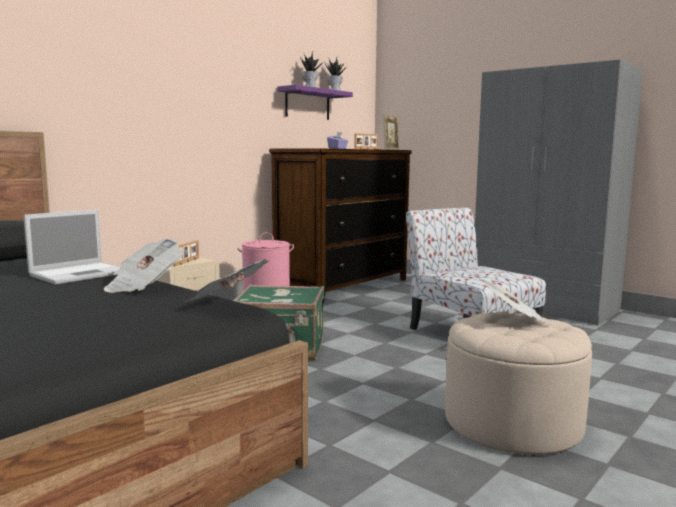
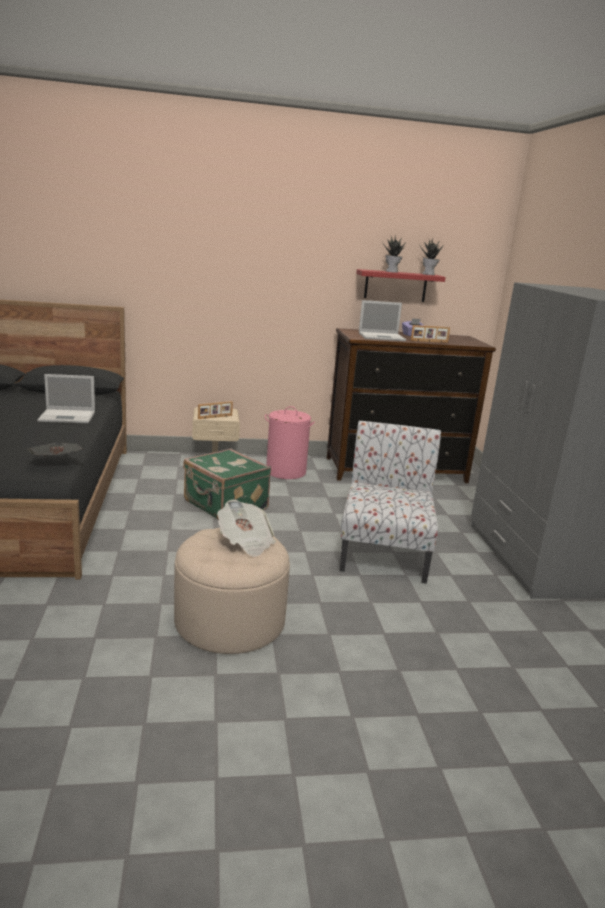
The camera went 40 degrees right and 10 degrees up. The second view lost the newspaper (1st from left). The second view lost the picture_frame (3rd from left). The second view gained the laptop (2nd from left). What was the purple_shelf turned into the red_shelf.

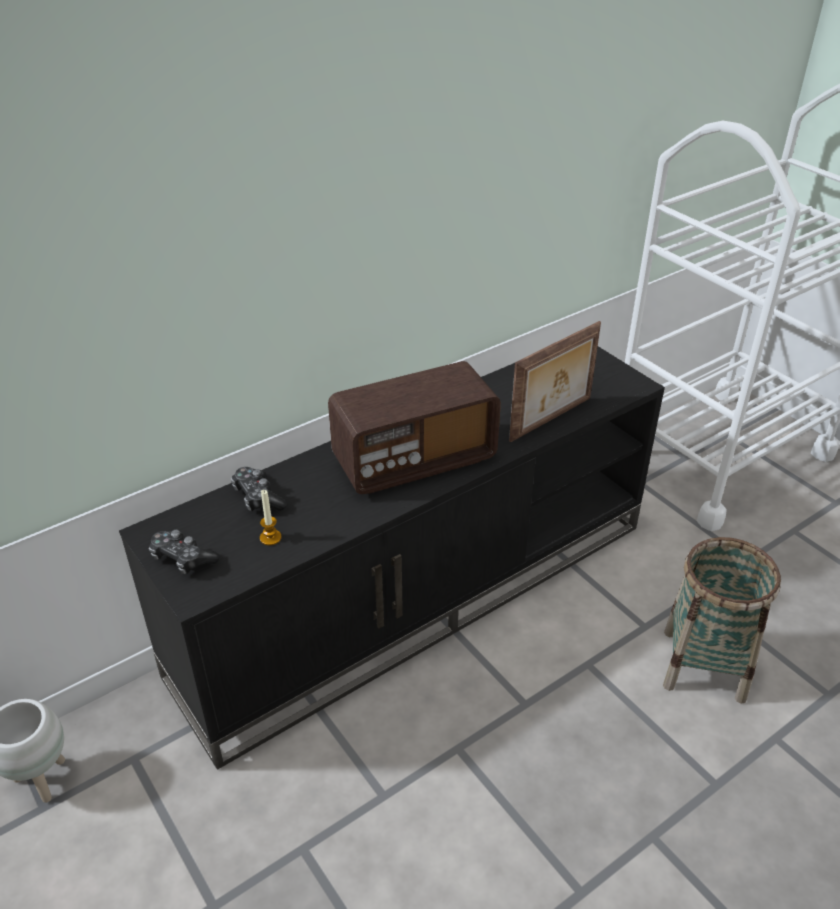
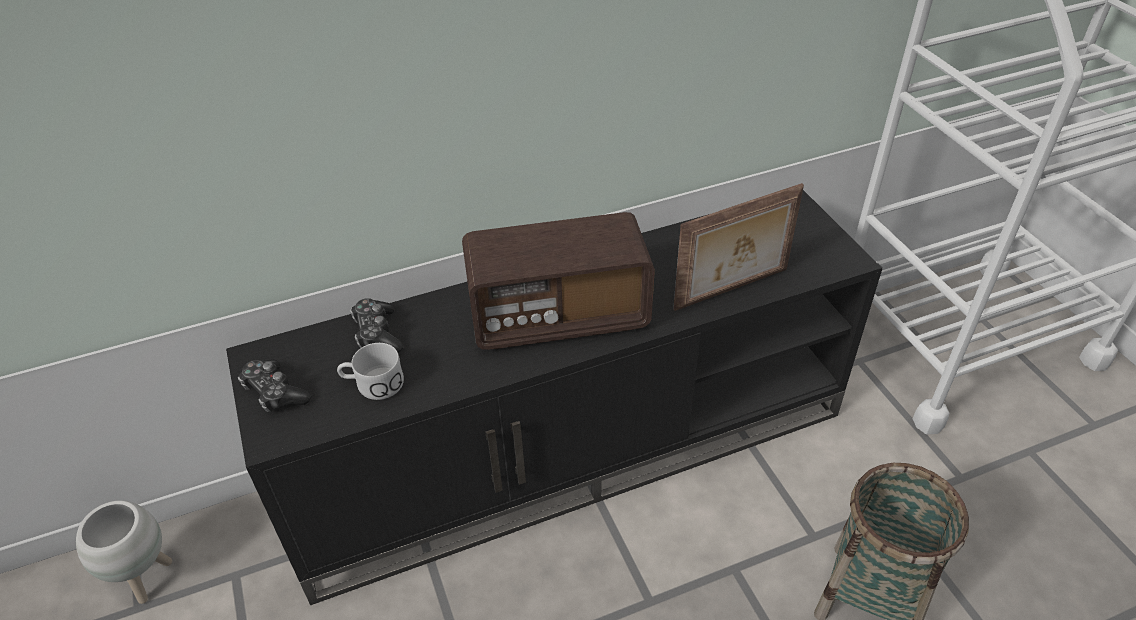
The camera went 15 degrees right and 5 degrees up. Where the candle stood, the white_mug came to stand.

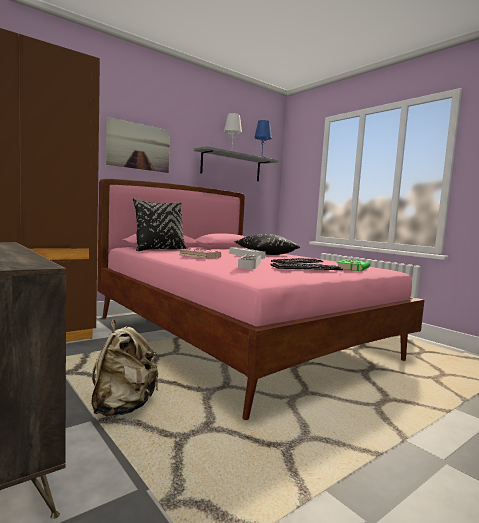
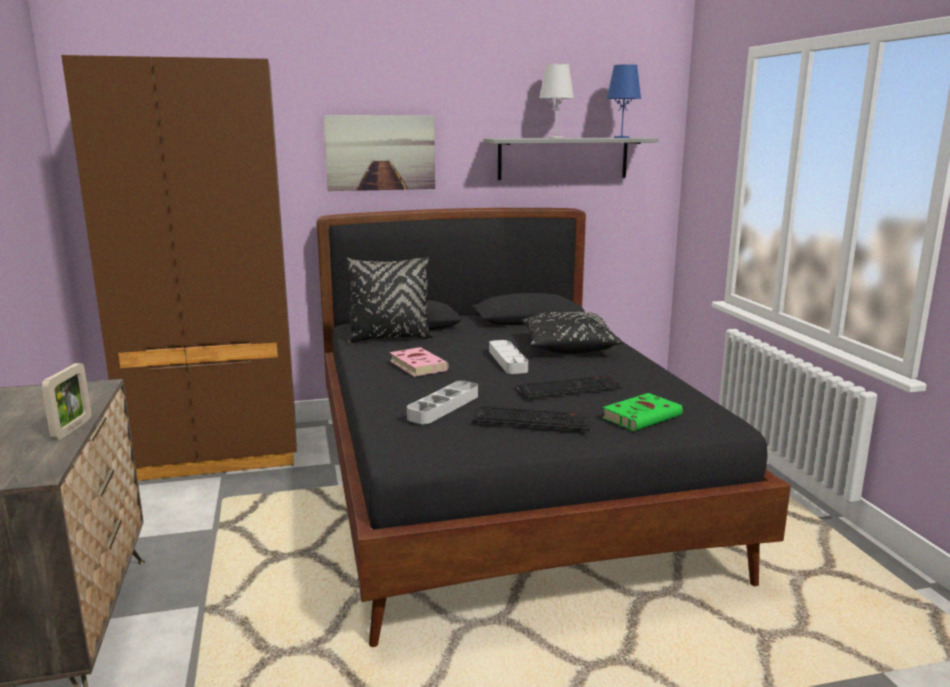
The camera went 25 degrees right and 10 degrees up. The second view lost the beige_backpack. The second view gained the picture_frame. What was the pink_bed turned into the black_bed.

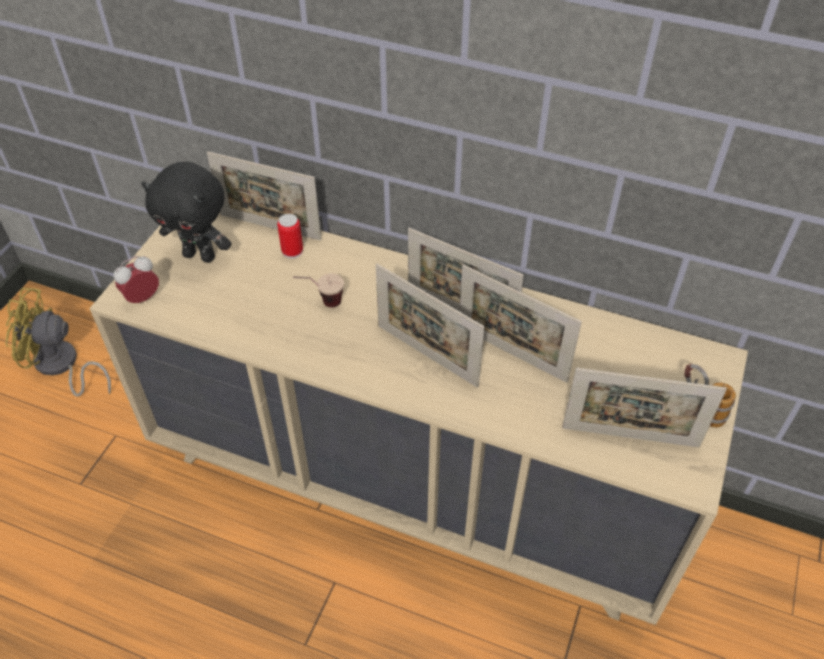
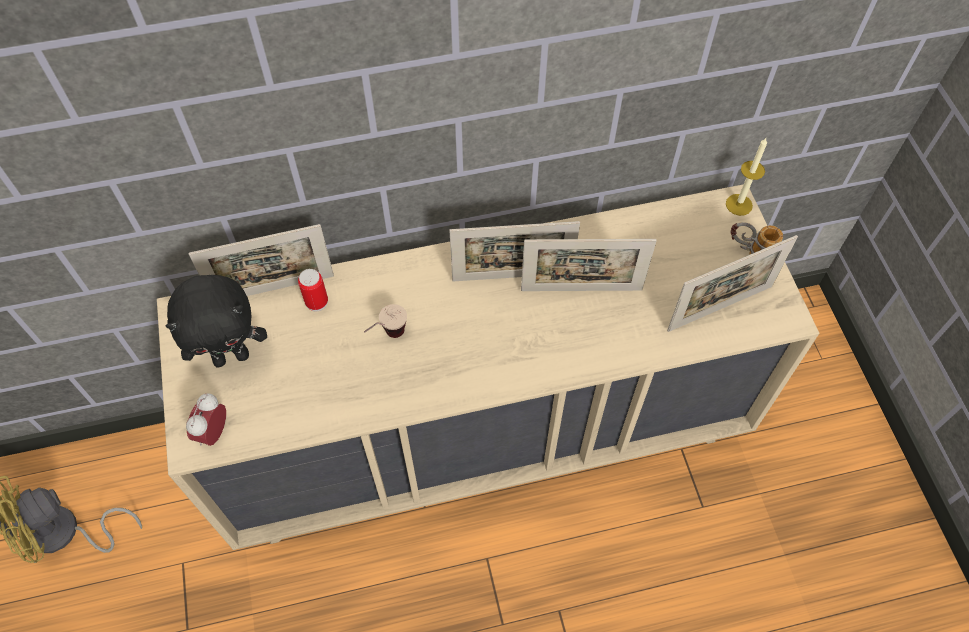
The camera went 35 degrees left and 10 degrees up. The second view lost the picture_frame (2nd from left). The second view gained the candle.

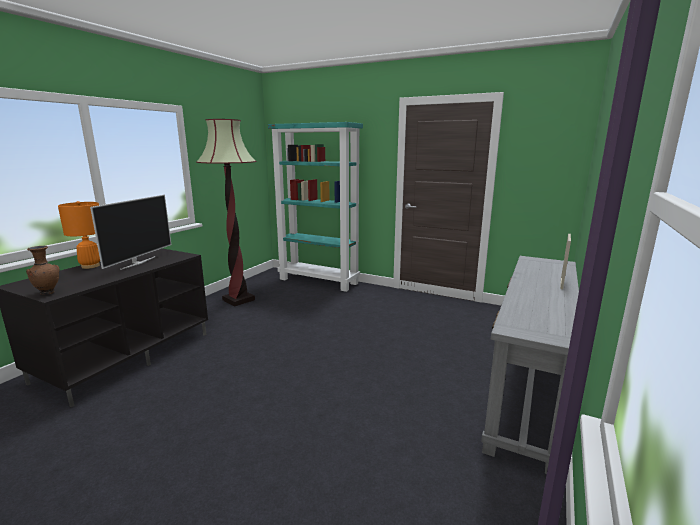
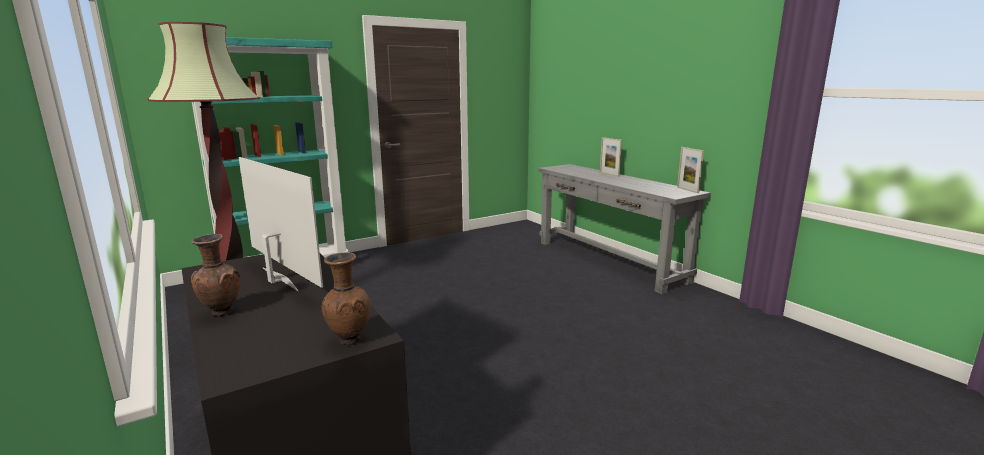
The camera went 60 degrees left and 0 degrees up. The second view gained the picture_frame (2nd from left). Where the orange_table_lamp stood, the brown_vase (1st from left) came to stand.

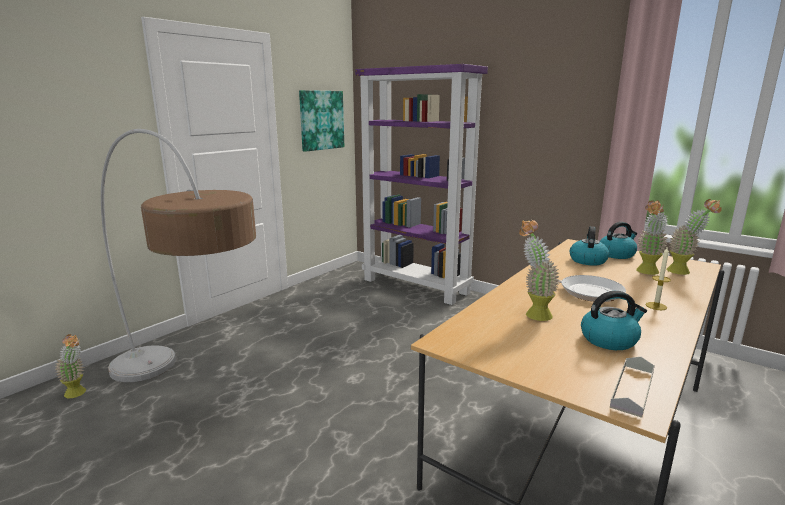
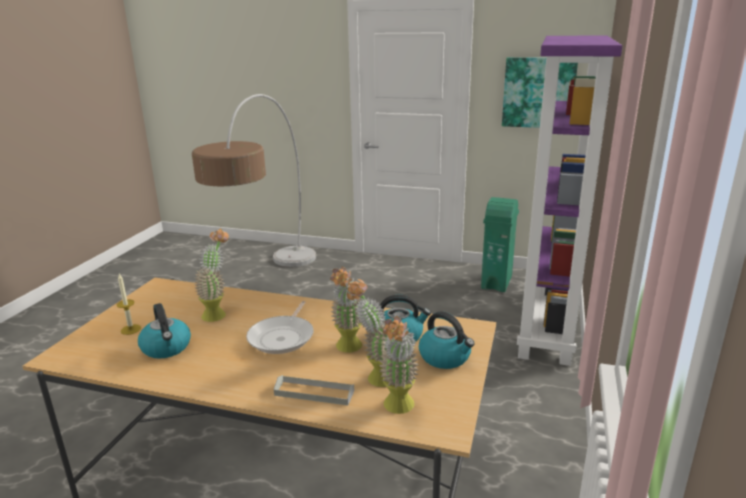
The camera went 70 degrees right and 5 degrees up. The second view gained the green_trash_can. The potted_plant (1st from left in the first image) ended up elsewhere. The grey_tray ended up elsewhere. The candle ended up elsewhere.

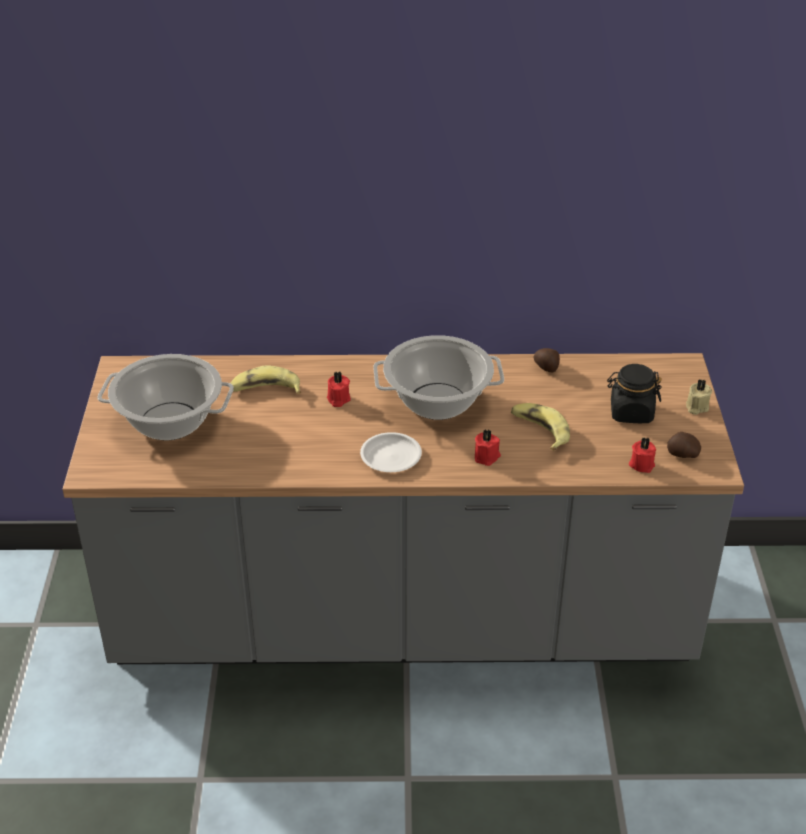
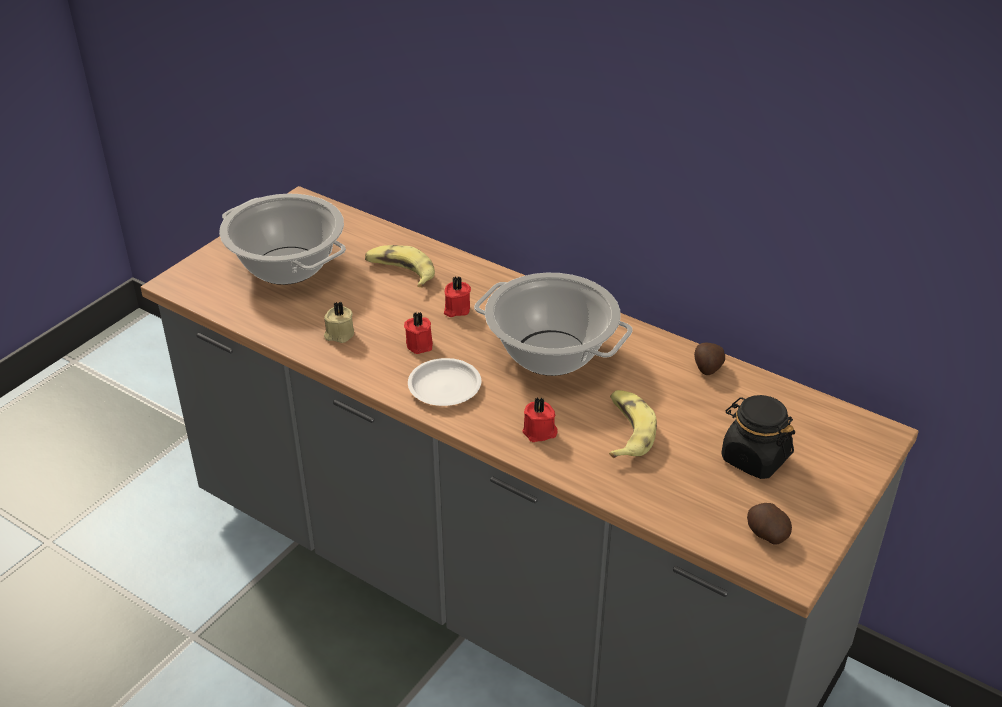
The camera went 35 degrees right and 0 degrees up. The red_candle (3rd from left in the first image) ended up elsewhere. The beige_candle ended up elsewhere.

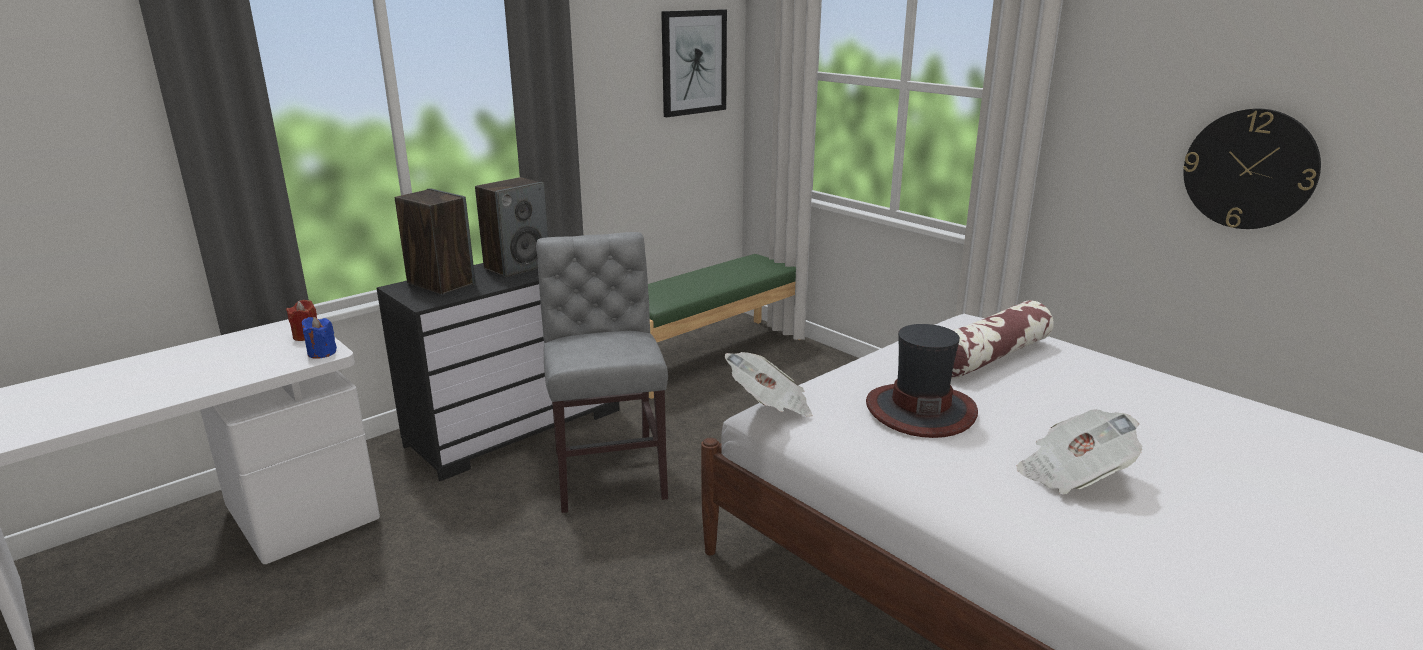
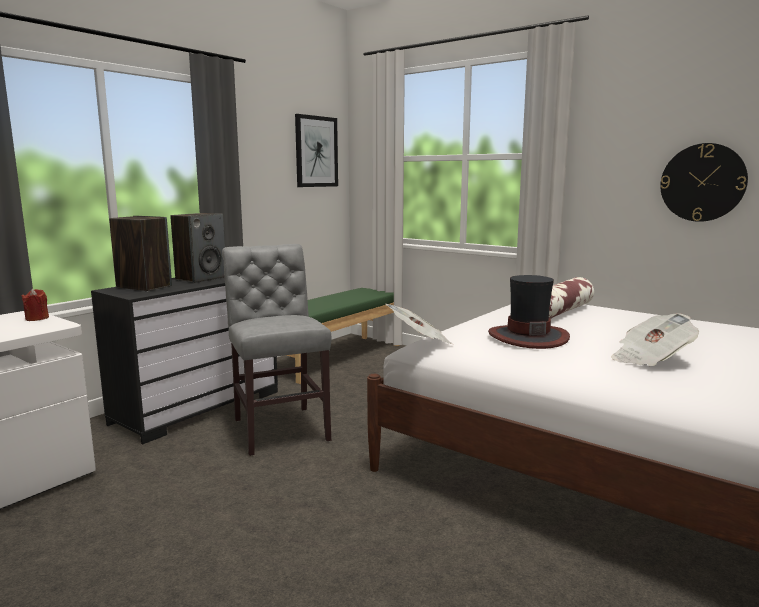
The camera went 10 degrees left and 10 degrees down. The second view lost the blue_candle.

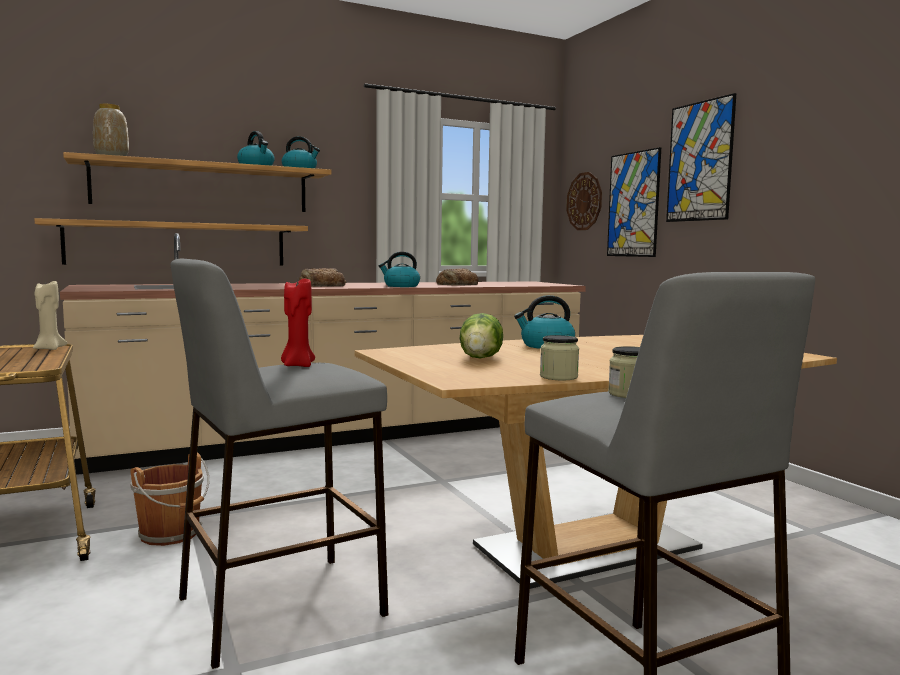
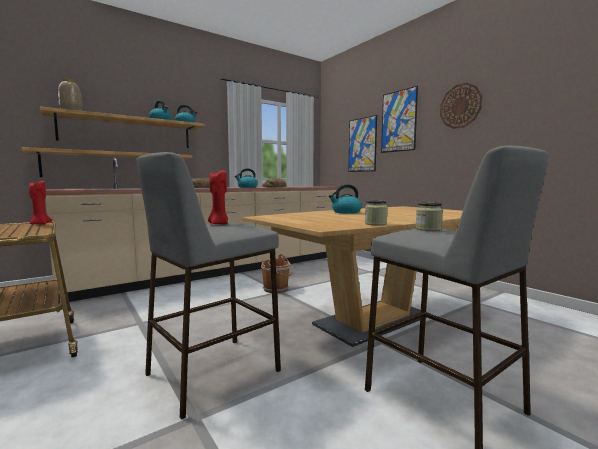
The camera went 10 degrees left and 0 degrees up. The second view lost the lettuce. The brown_bucket ended up elsewhere. The wall_clock ended up elsewhere. What was the beige_candle turned into the red_candle (1st from left).

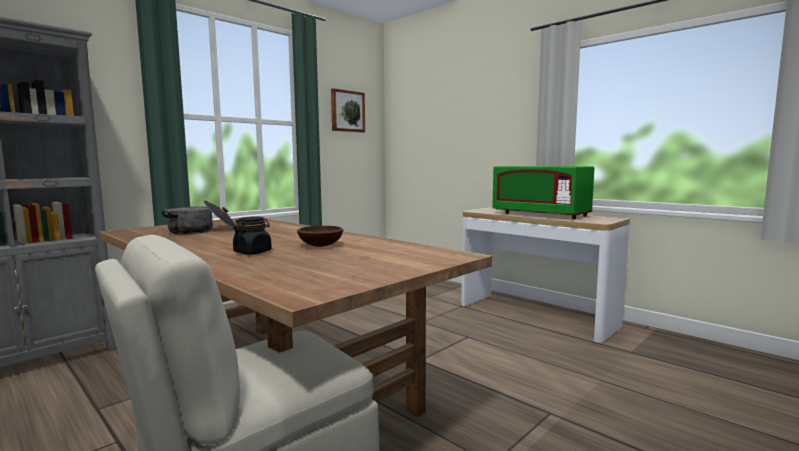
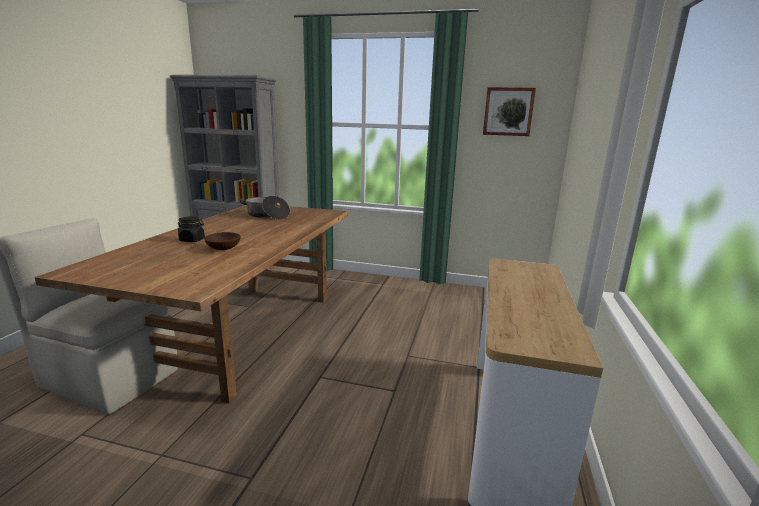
The camera went 60 degrees right and 10 degrees up. The second view lost the green_microwave.

